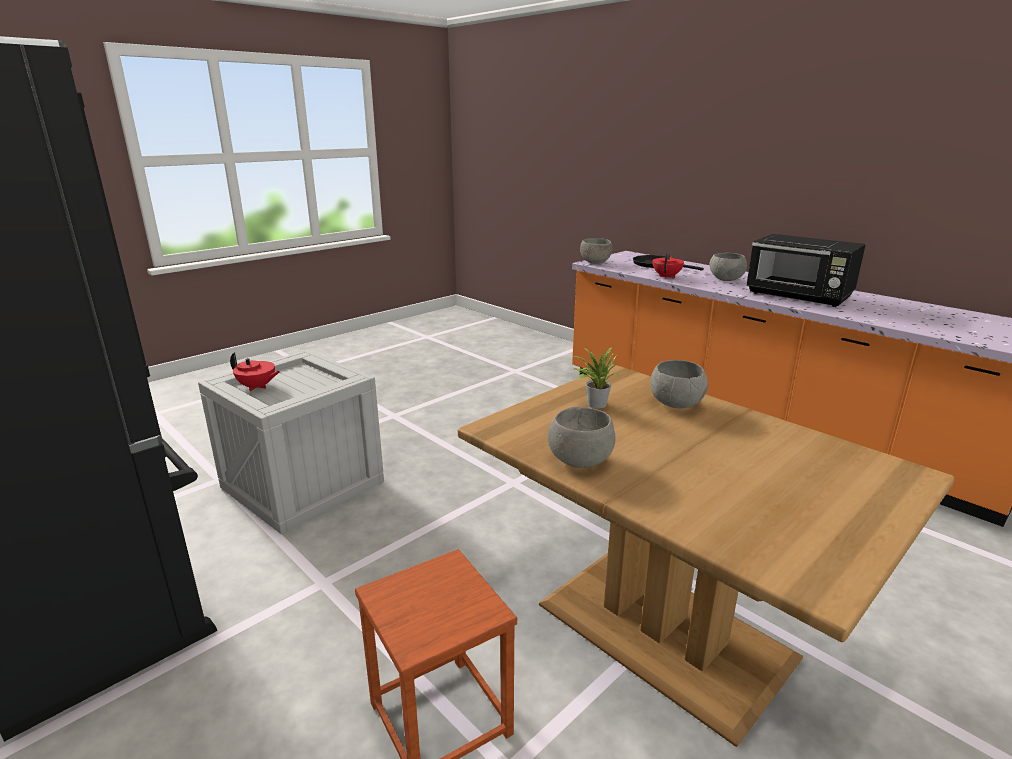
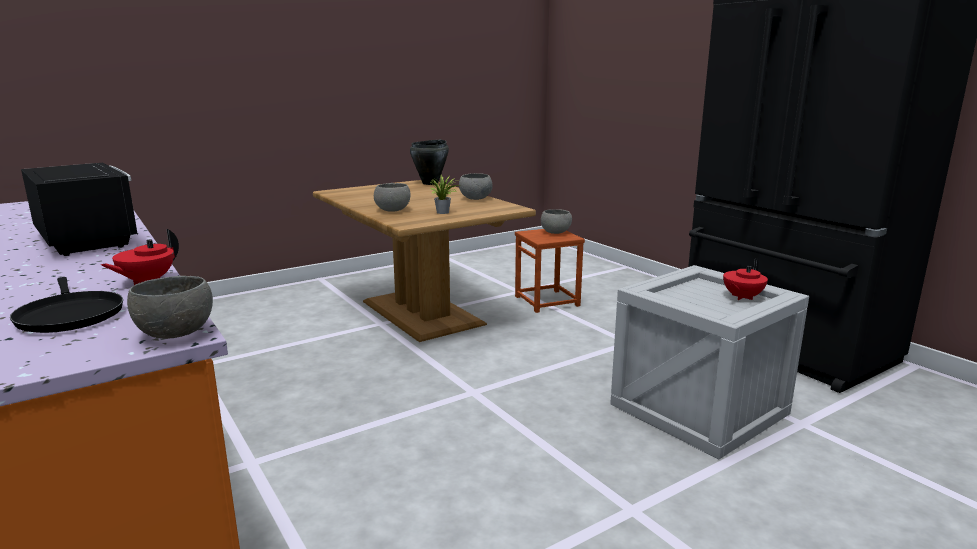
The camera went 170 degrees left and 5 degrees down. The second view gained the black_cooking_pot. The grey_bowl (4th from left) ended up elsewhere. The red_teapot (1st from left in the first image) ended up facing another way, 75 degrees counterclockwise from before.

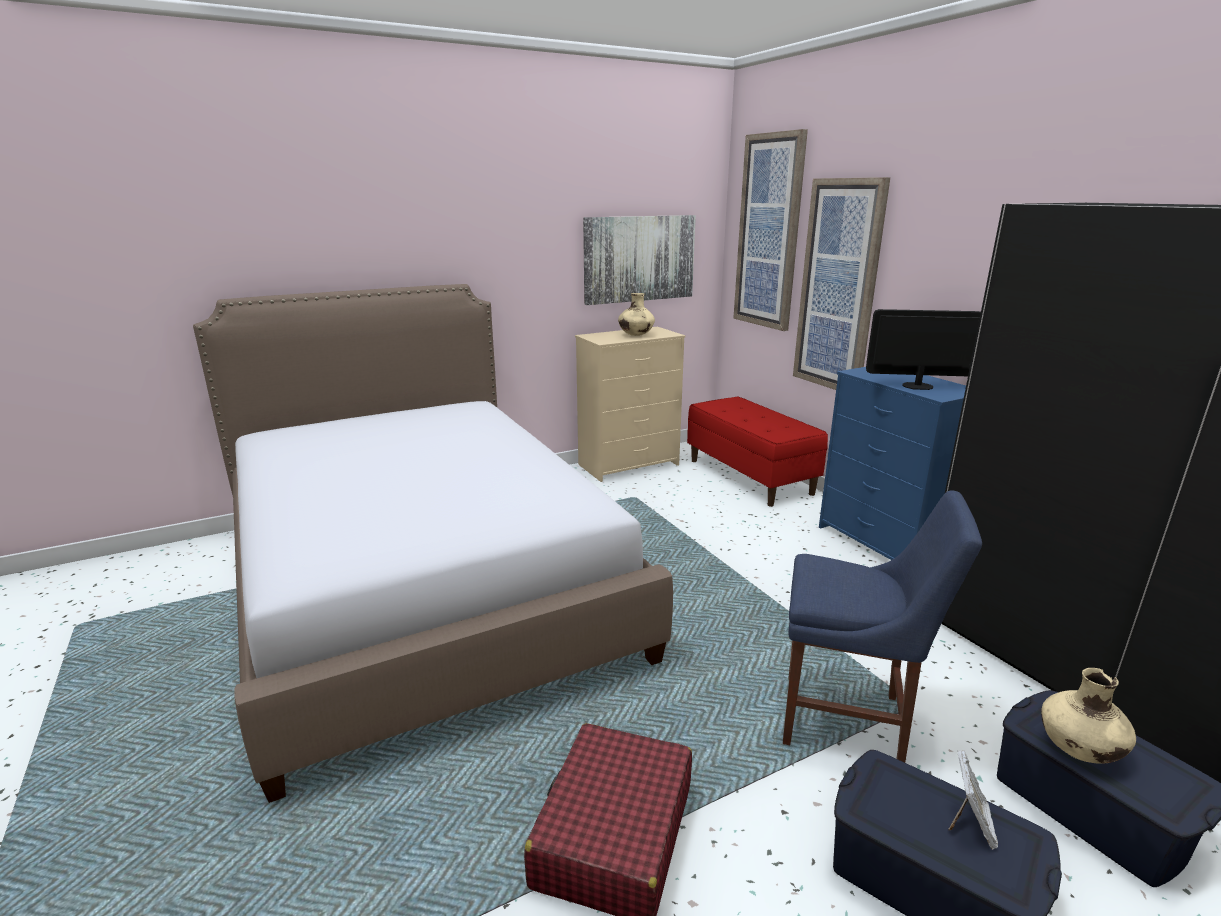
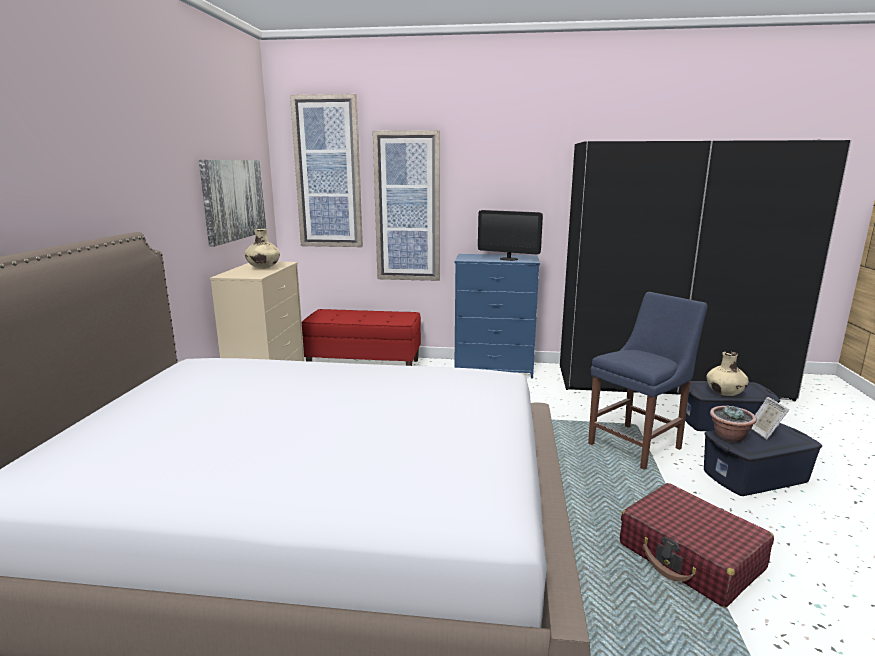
The camera went 55 degrees left and 5 degrees down. The second view gained the potted_plant. The monitor ended up facing another way, 105 degrees counterclockwise from before. The picture_frame ended up facing another way, 150 degrees counterclockwise from before.

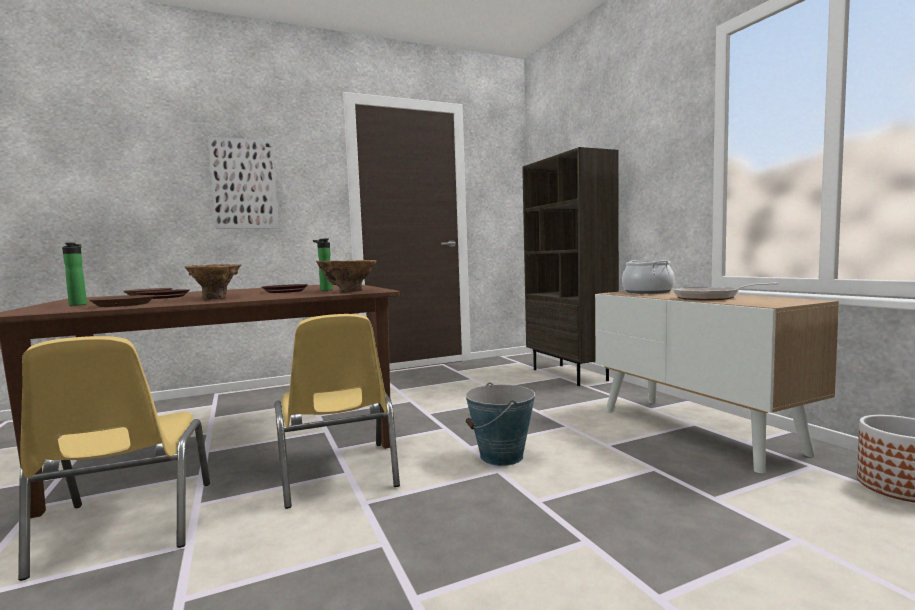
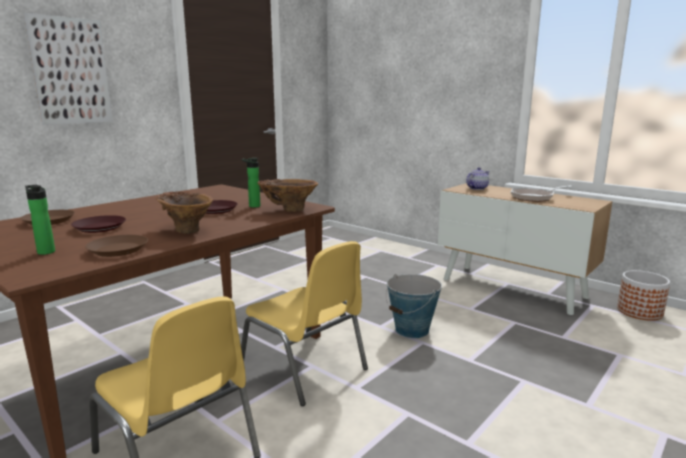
The camera went 25 degrees left and 10 degrees up. The second view lost the brown_bookcase. Where the cooking_pot stood, the teapot came to stand.

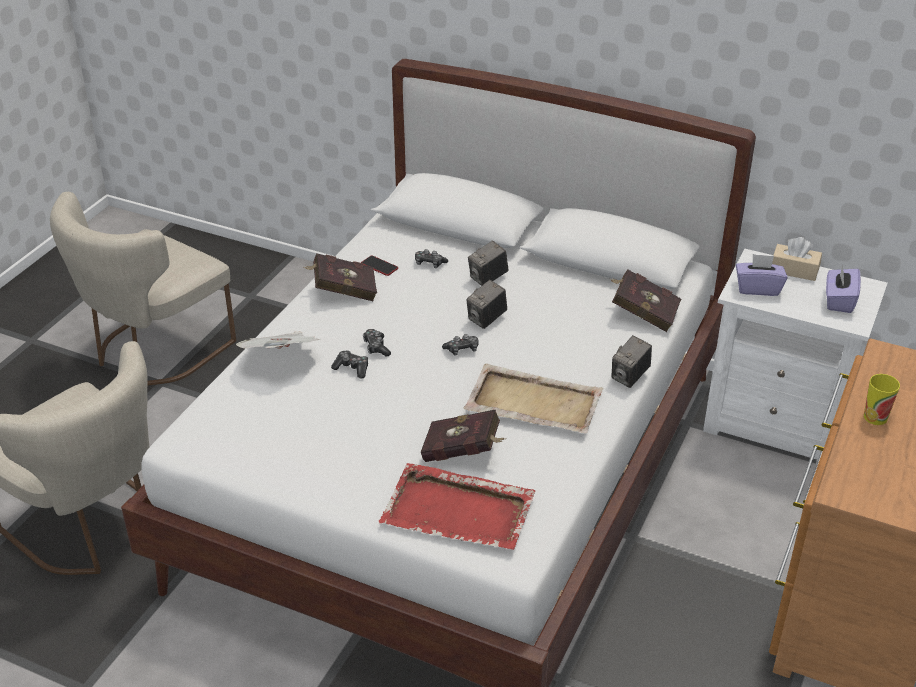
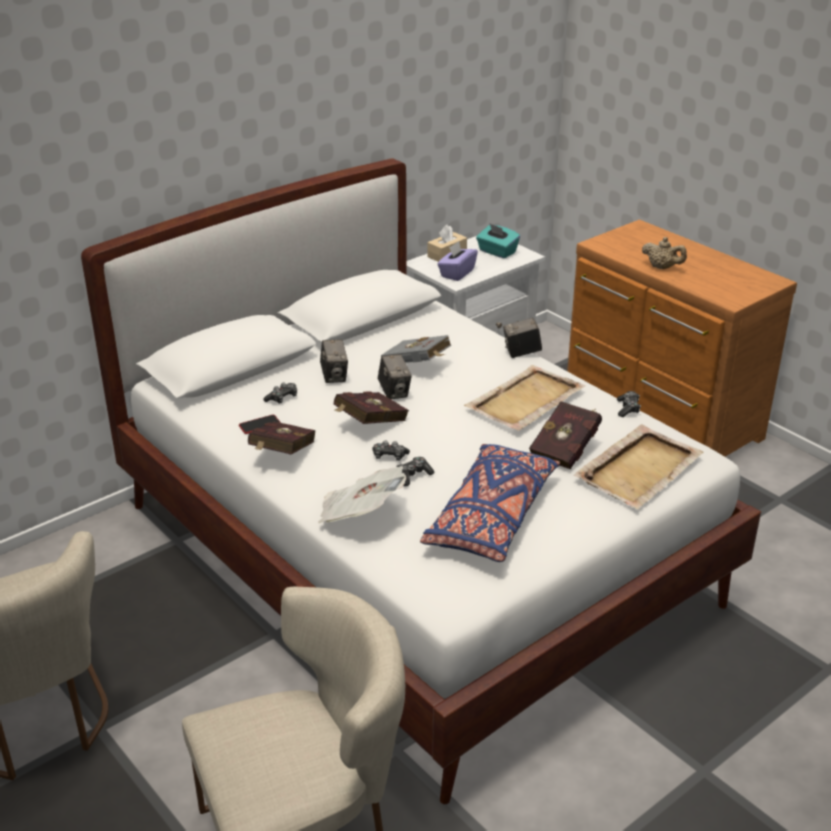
The camera went 65 degrees left and 5 degrees down. The second view gained the grey_book. The second view gained the blue_pillow. The game_controller (4th from left) ended up elsewhere. The red_book (3rd from left in the first image) ended up elsewhere. Where the cup stood, the beige_teapot came to stand. What was the red_tray turned into the beige_tray (2nd from left). What was the purple_tissue_box (2nd from left) turned into the turquoise_tissue_box. The photo_camera (3rd from left) ended up facing another way, 105 degrees clockwise from before.

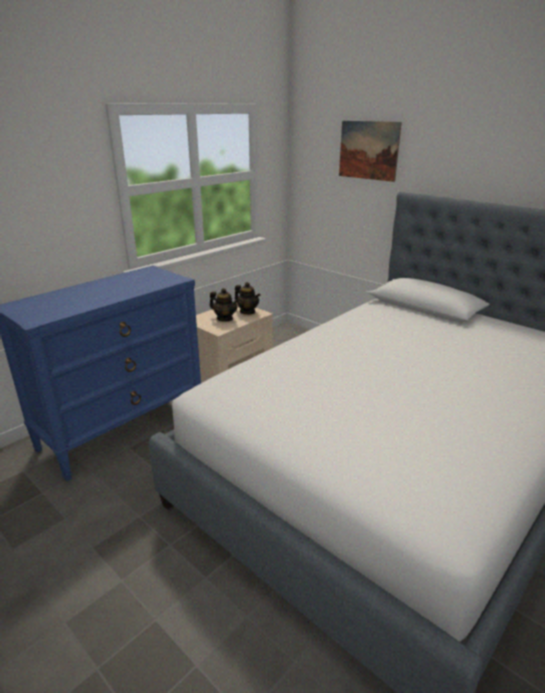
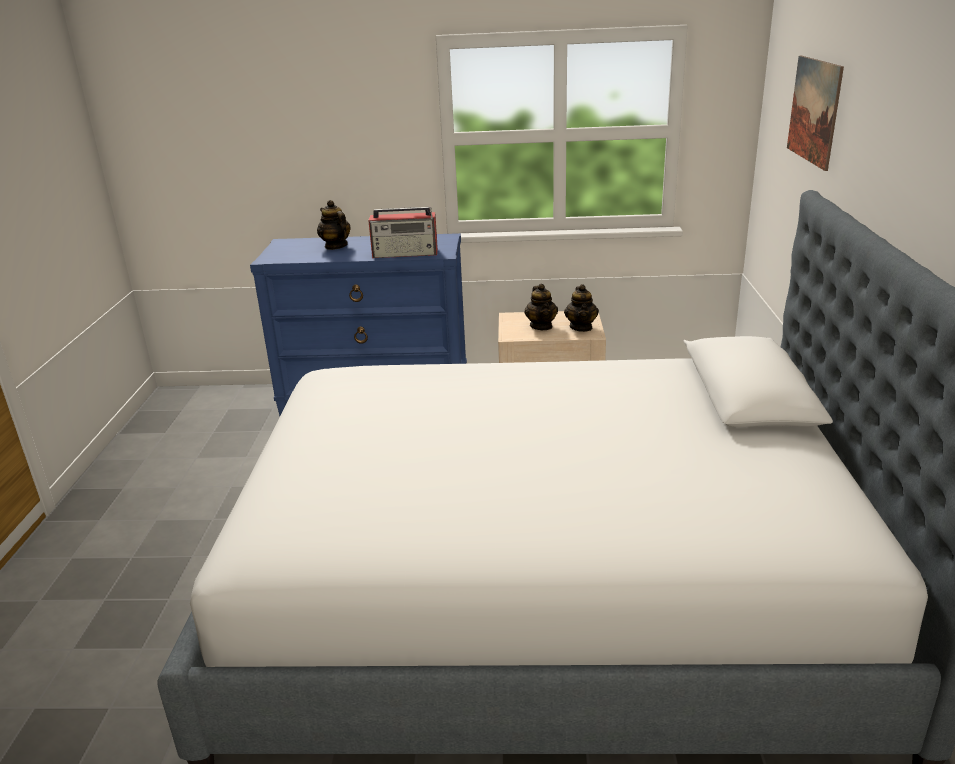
The camera went 50 degrees right and 0 degrees up. The second view gained the teapot (1st from left). The second view gained the radio.

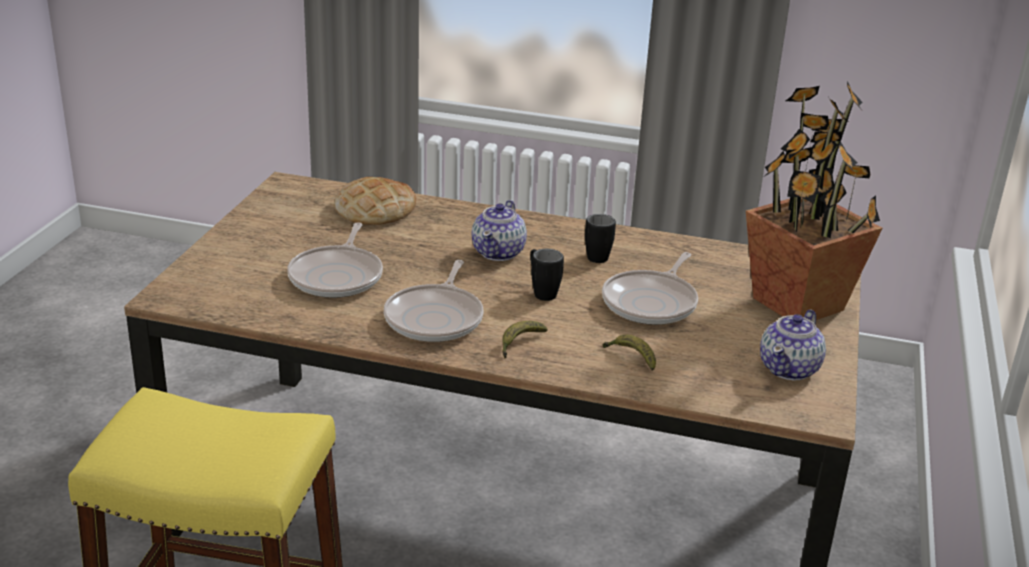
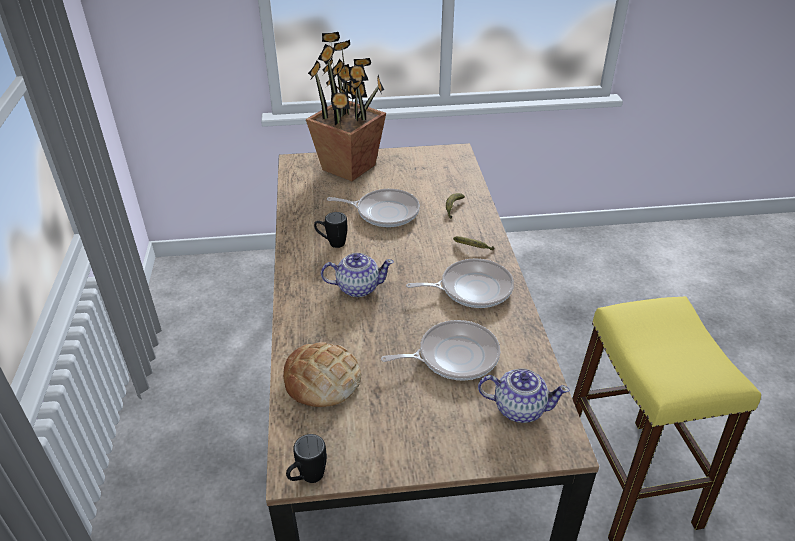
The camera went 110 degrees left and 10 degrees up. The black_mug (1st from left) ended up elsewhere. The teapot (2nd from left) ended up elsewhere.

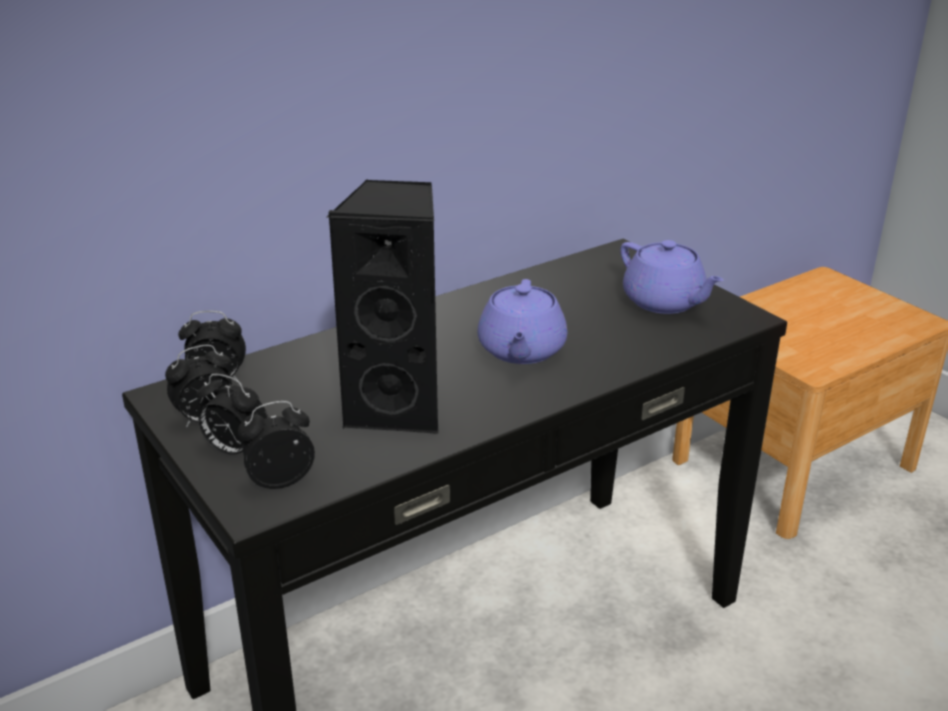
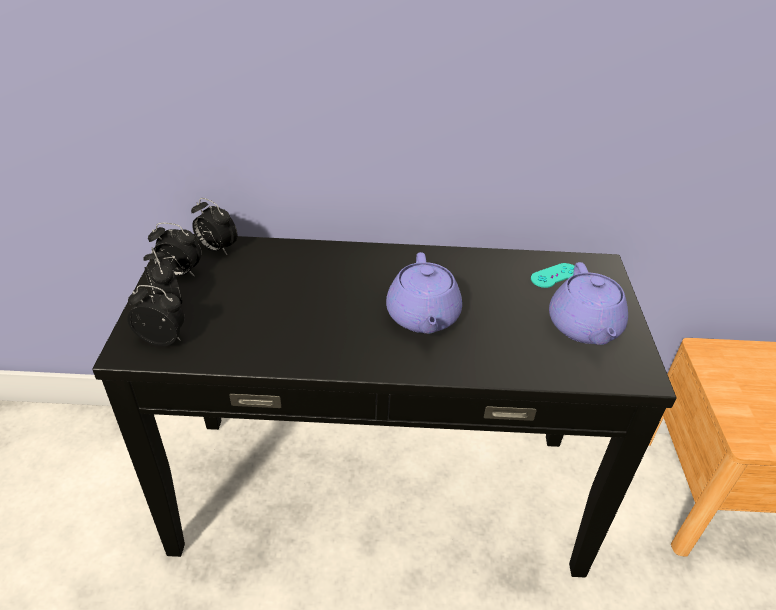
The camera went 35 degrees right and 10 degrees up. The second view lost the black_speaker. The second view gained the turquoise_game_controller. The purple_teapot (1st from left) ended up facing another way, 45 degrees counterclockwise from before.

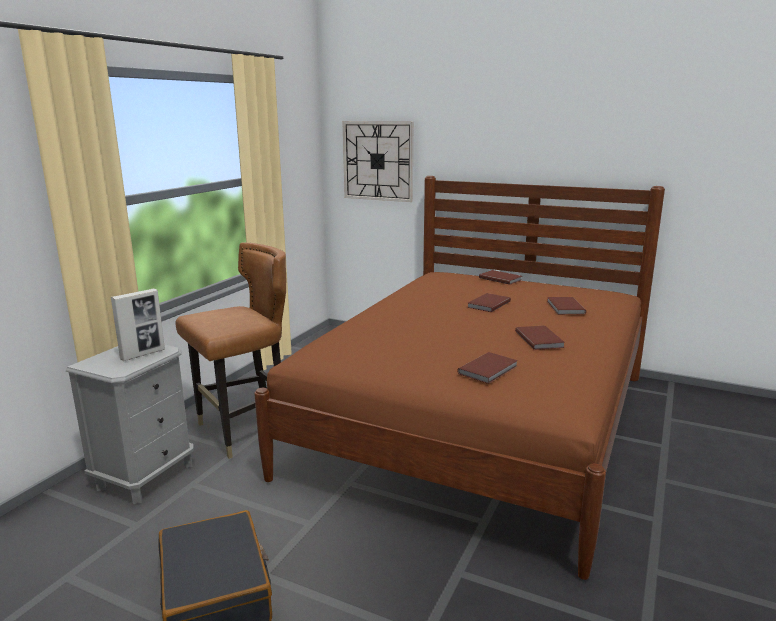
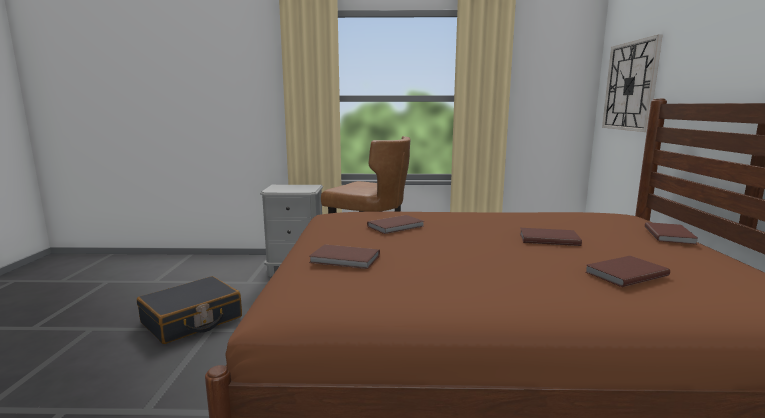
The camera went 65 degrees right and 5 degrees down. The second view lost the picture_frame. The brown_book (4th from left in the first image) ended up elsewhere.

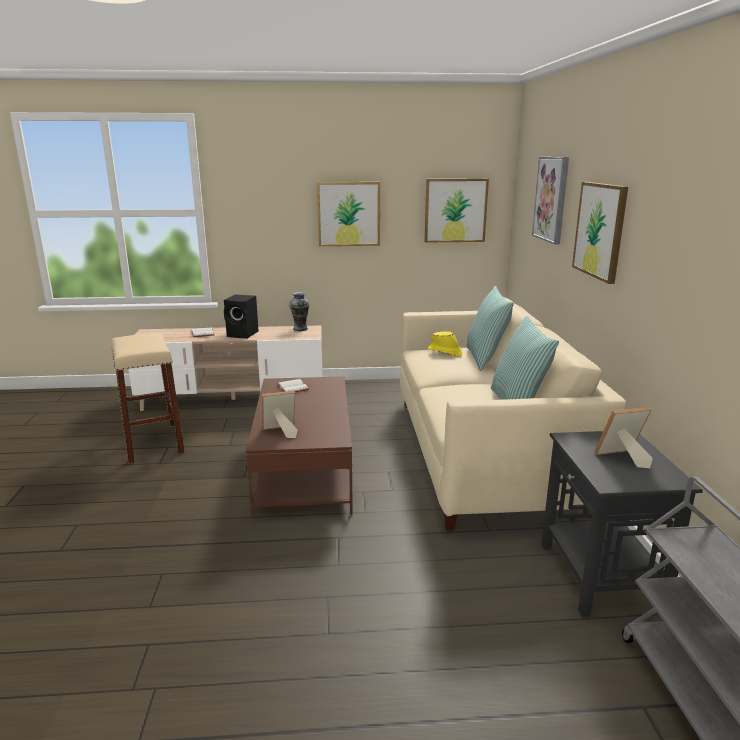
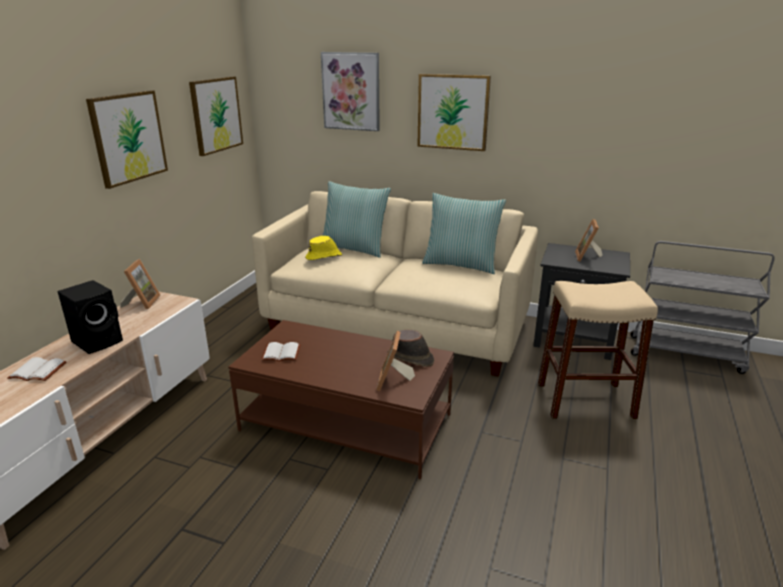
The camera went 65 degrees left and 5 degrees up. The second view gained the brown_hat. The beige_stool ended up elsewhere. Where the vase stood, the picture_frame (1st from left) came to stand.

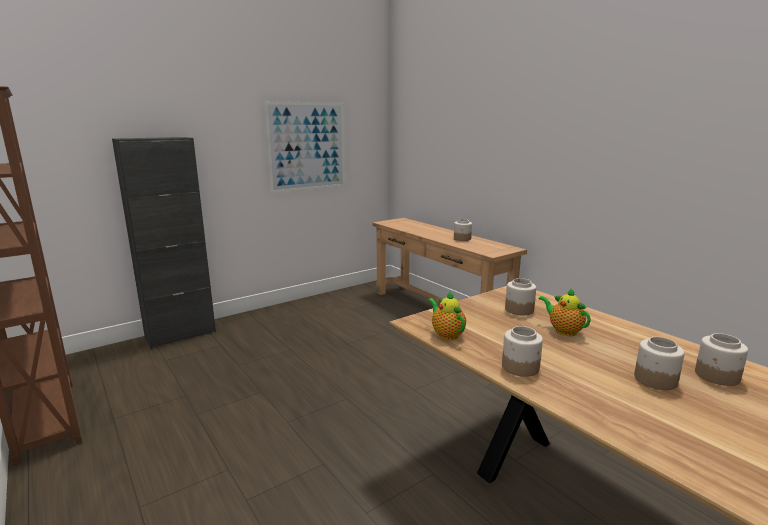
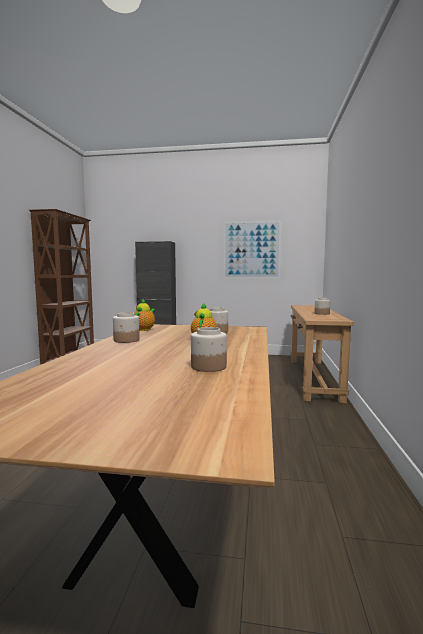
The camera went 45 degrees right and 10 degrees down. The second view lost the jar (4th from left).

